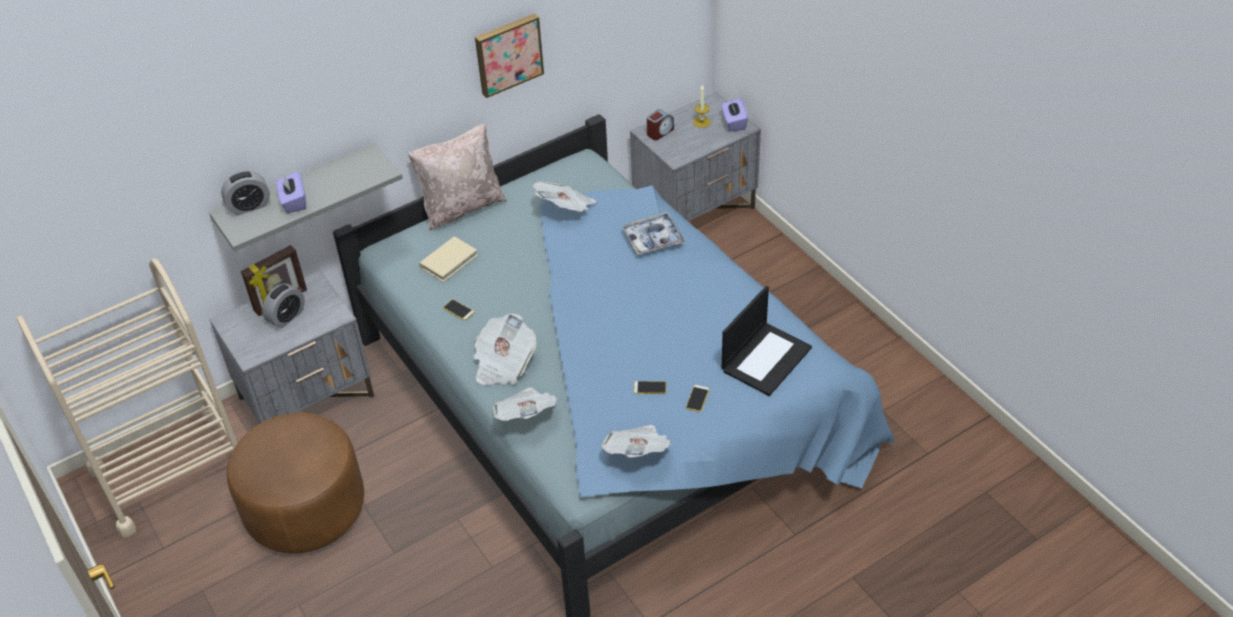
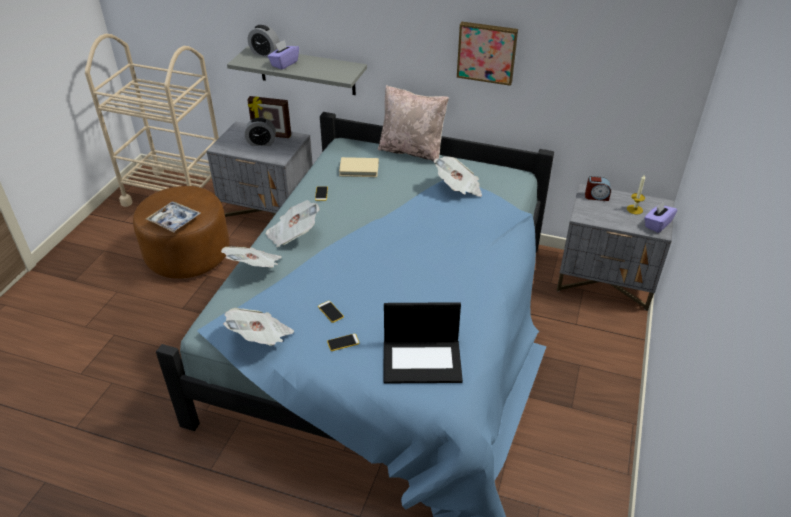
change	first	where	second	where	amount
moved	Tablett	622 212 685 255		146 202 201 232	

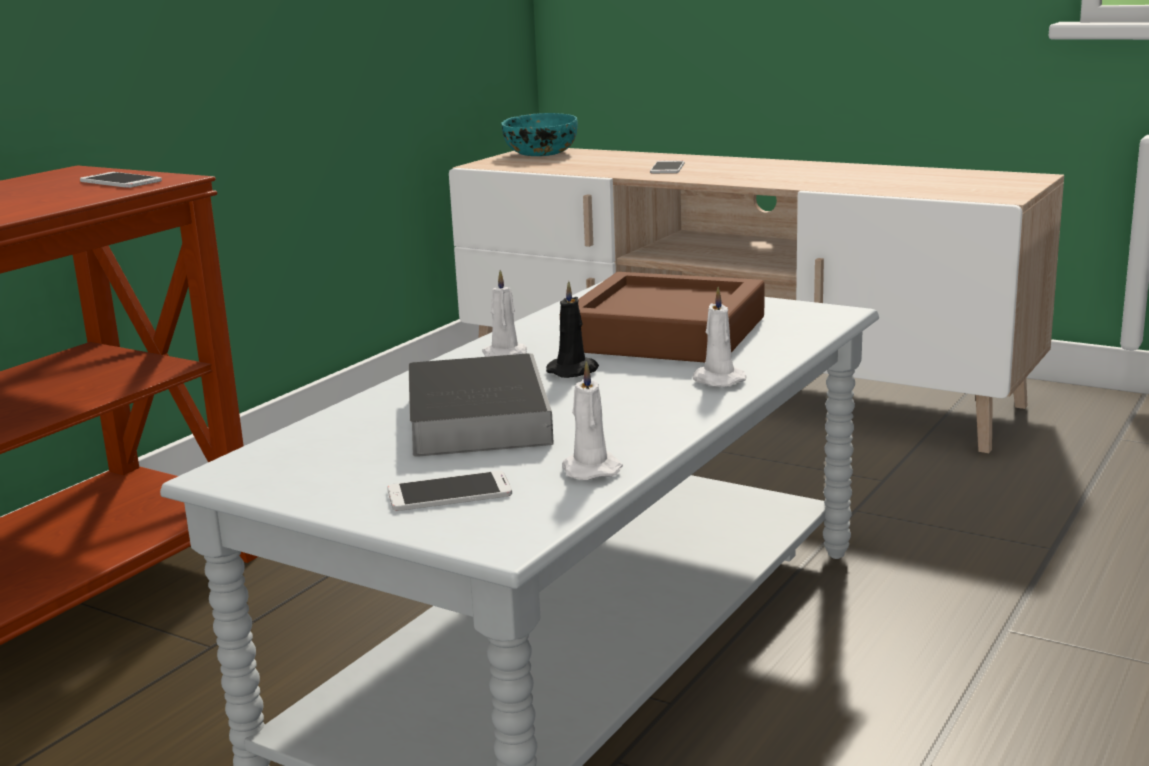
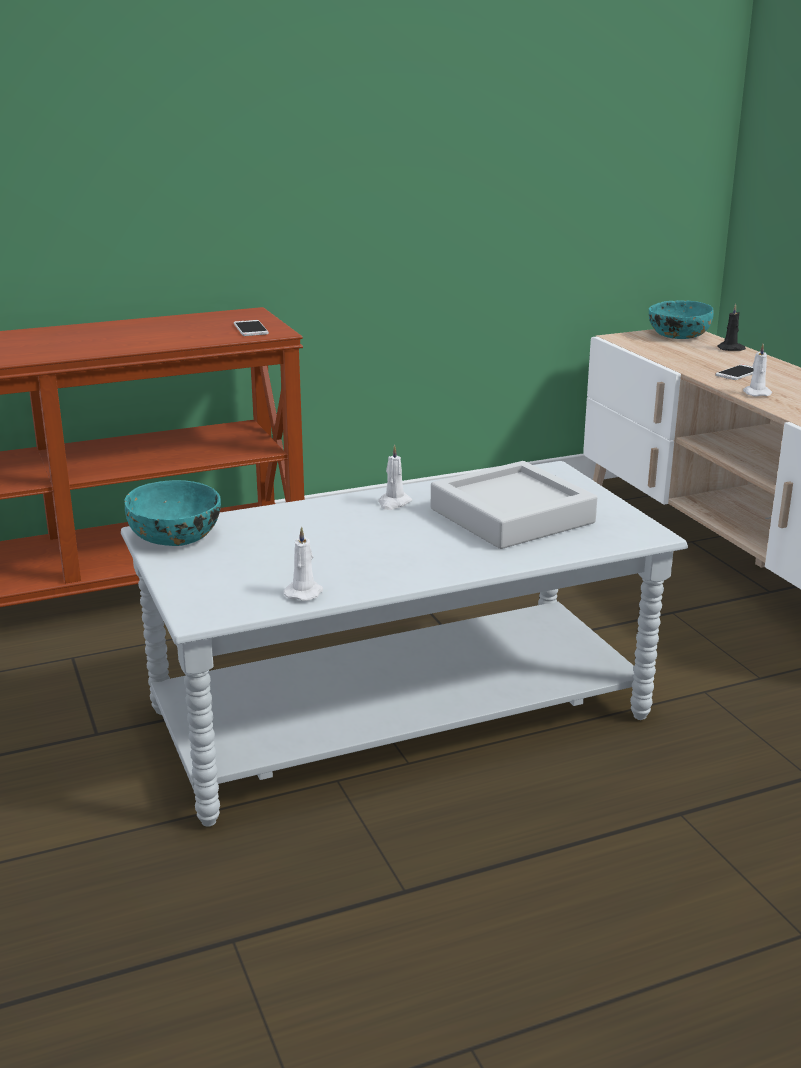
change	first	where	second	where	amount
removed	Handy	387 471 512 511			
removed	Buch	409 353 554 457			
moved	Kerze [schwarz]	546 281 599 378		717 304 746 351	
recoloured	Tablett [braun]	578 272 765 362	Tablett [grau]	431 461 597 549	
moved	Kerze [weiß]	693 287 746 387		743 344 772 397	
added			Schüssel [türkis]	124 480 221 546	

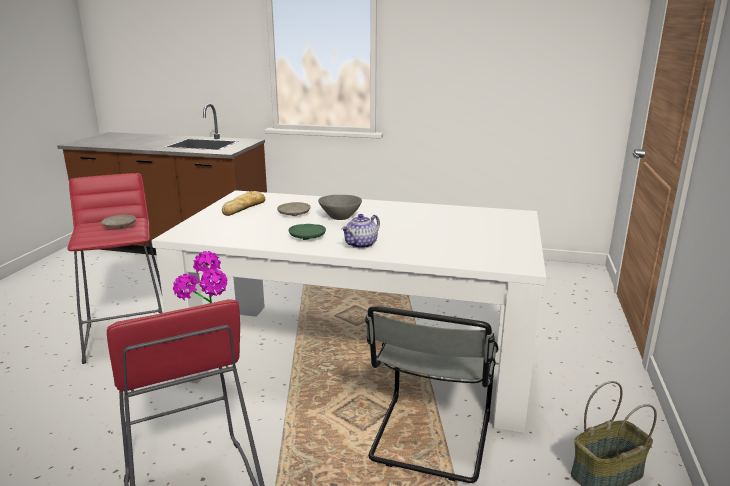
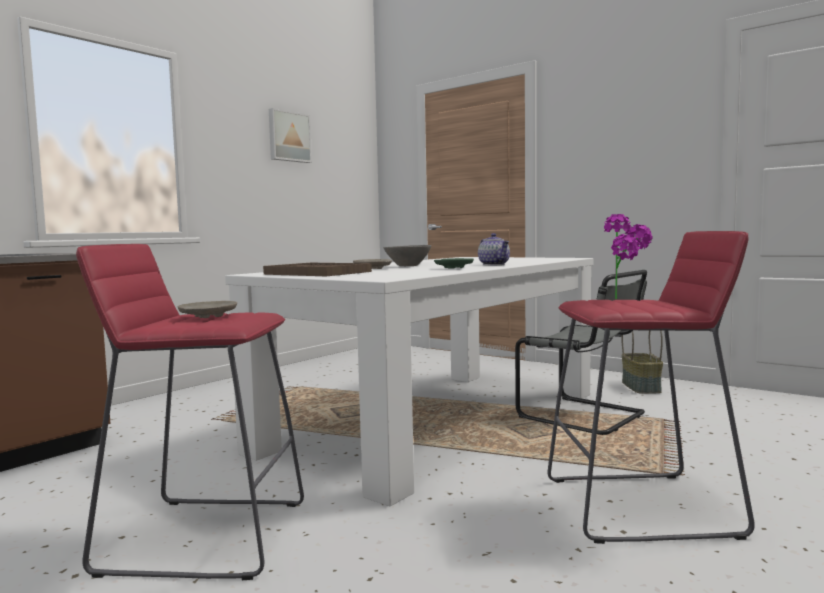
change	first	where	second	where	amount
replaced	Brot	222 191 265 216	Tablett [braun]	263 263 372 276	
added			Bild	269 108 312 163	

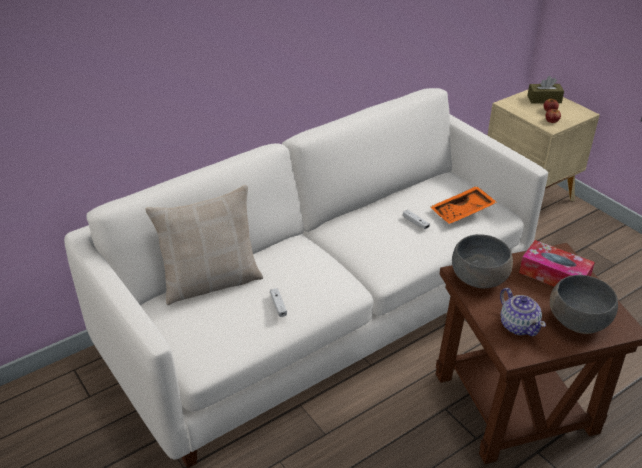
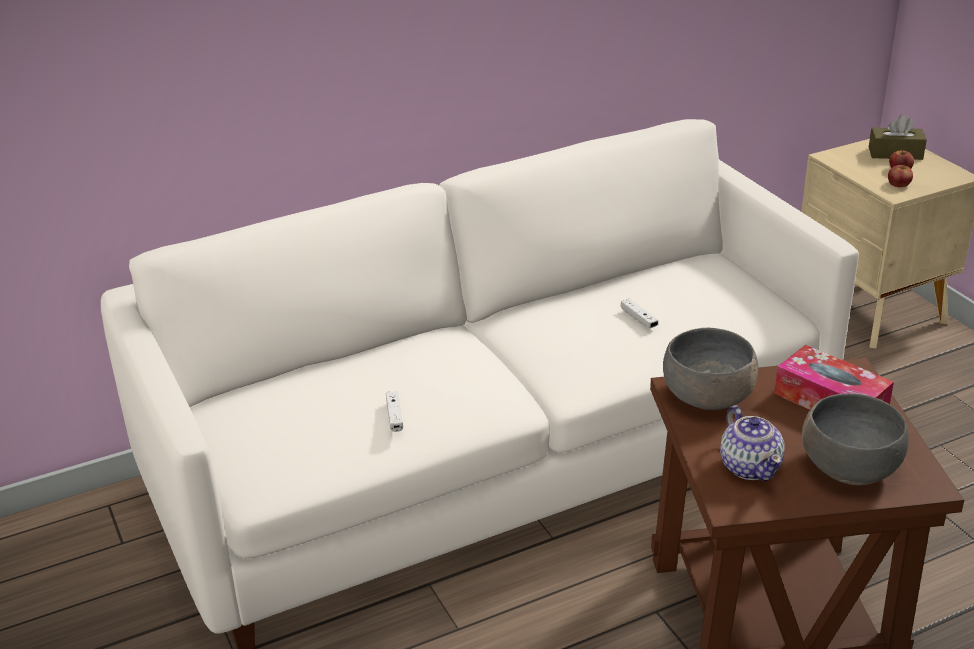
change	first	where	second	where	amount
removed	Kissen [beige]	145 185 263 305			
removed	Tablett [orange]	430 186 497 224			

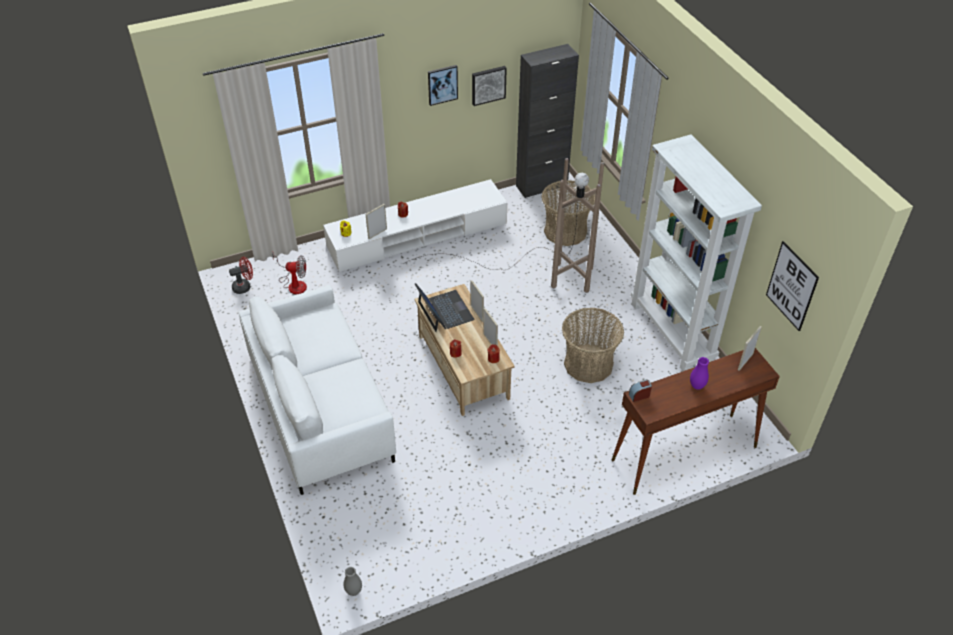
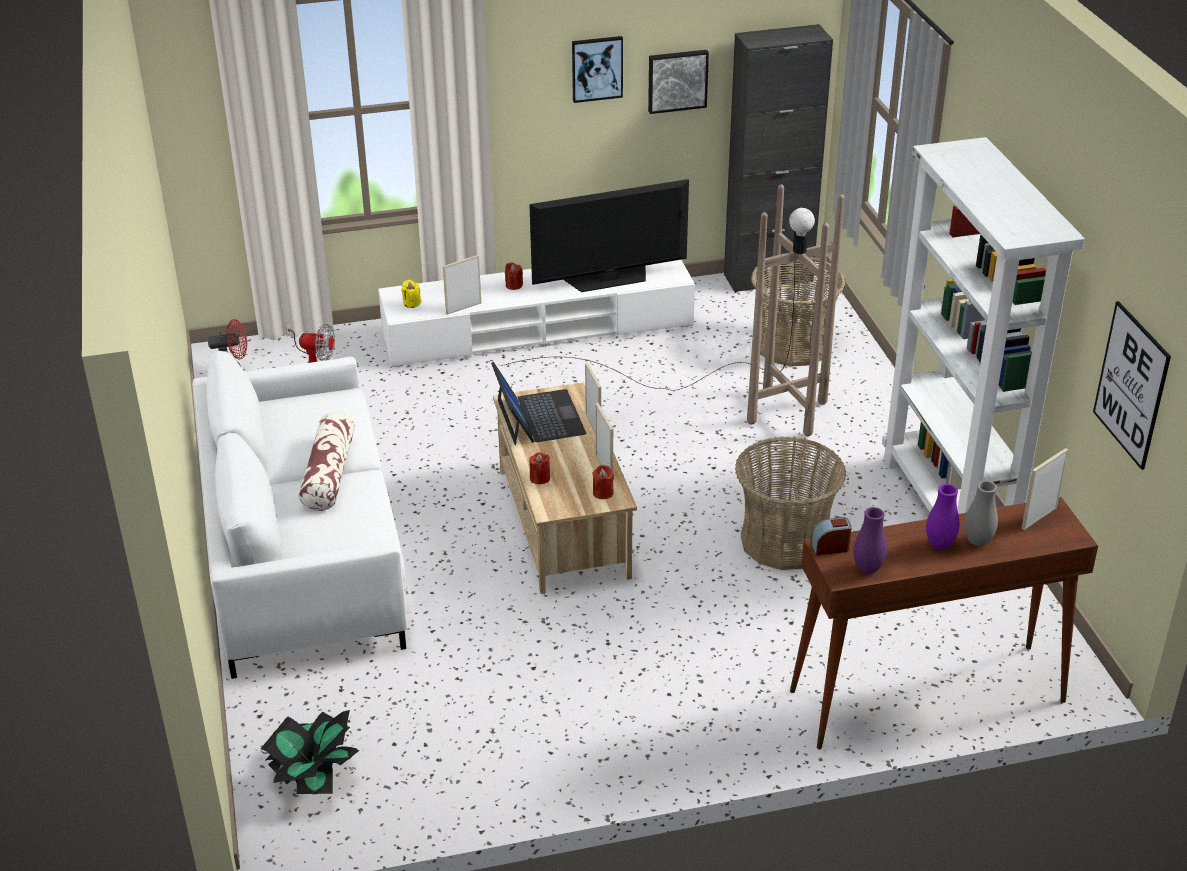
change	first	where	second	where	amount
moved	Vase [grau]	343 567 362 596		964 481 998 546	
added			Topfpflanze	261 710 360 794	
added			Kissen	298 412 355 511	
added			Fernseher	529 179 689 292	
added			Vase [lila]	853 507 887 573	

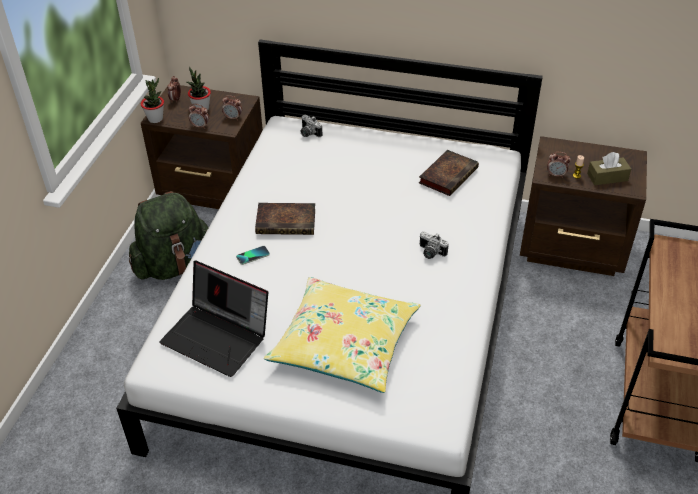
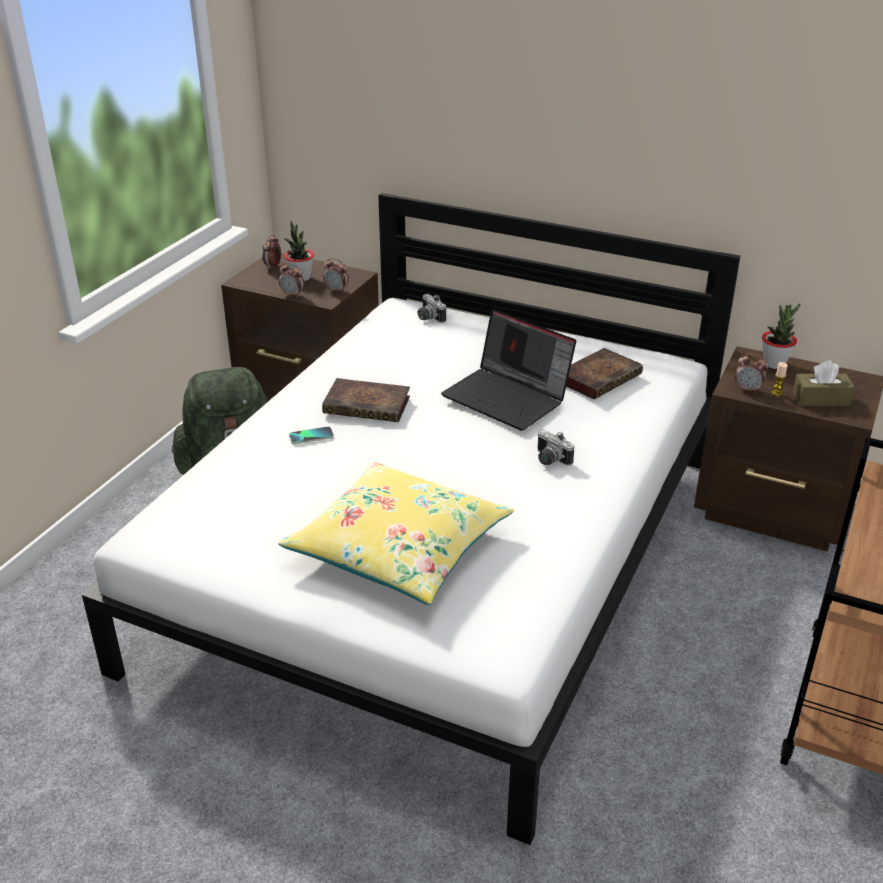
change	first	where	second	where	amount
moved	Topfpflanze	141 78 164 123		762 303 800 369	
moved	Laptop	159 261 268 377		441 309 576 431	

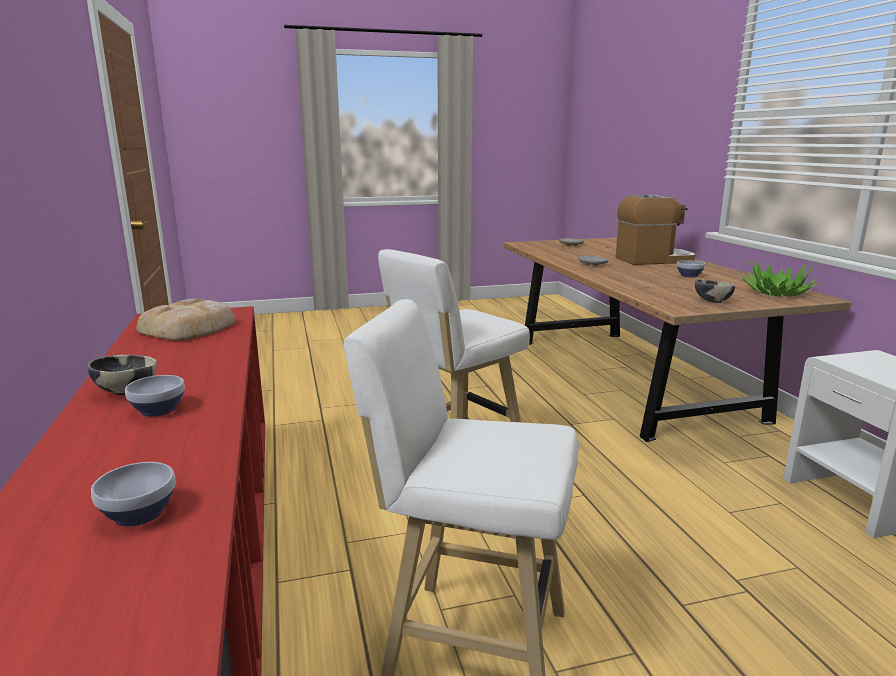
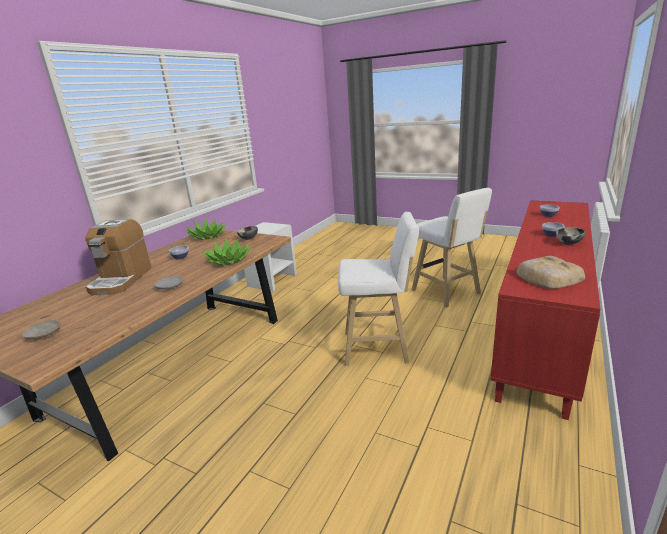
change	first	where	second	where	amount
turned	Kaffeemaschine	616 195 695 265		85 219 152 295	120 degrees counterclockwise
added			Topfpflanze	201 238 252 266	

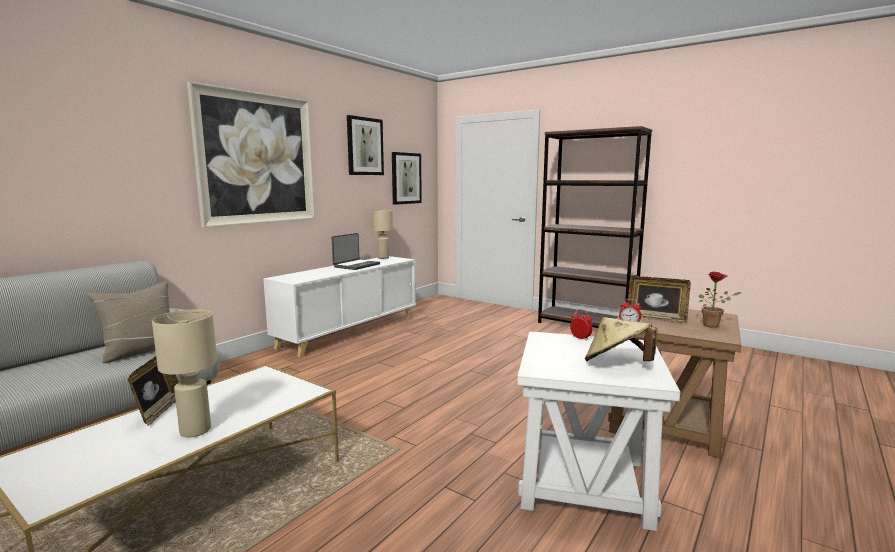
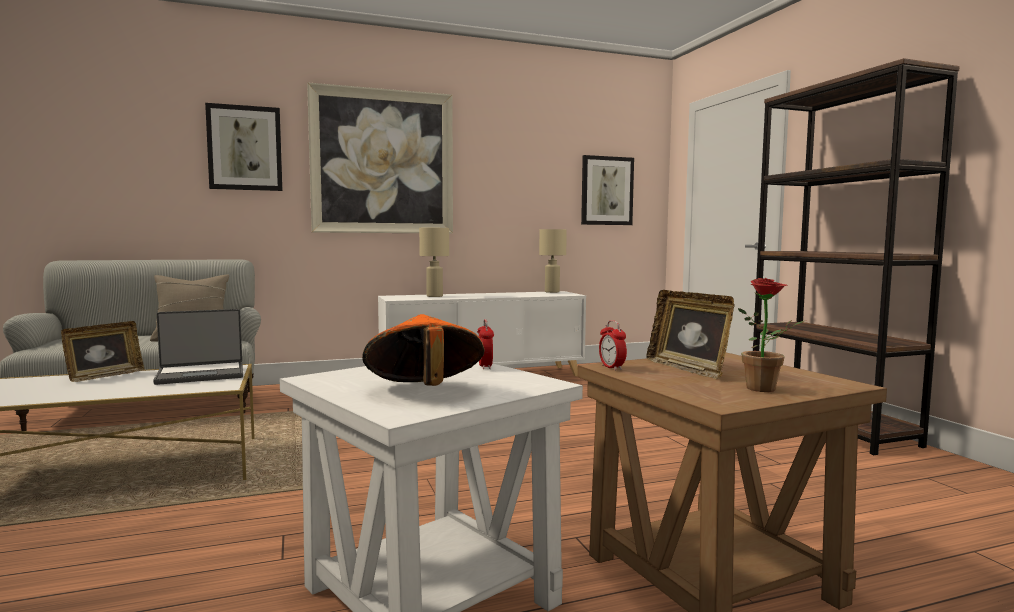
change	first	where	second	where	amount
moved	Tischlampe [beige]	152 309 217 437		419 228 449 297	
moved	Laptop	332 233 380 270		153 309 243 385	
moved	Bild	347 115 384 175		205 103 282 191	
recoloured	Hut [beige]	585 317 658 361	Hut [orange]	362 314 485 386	

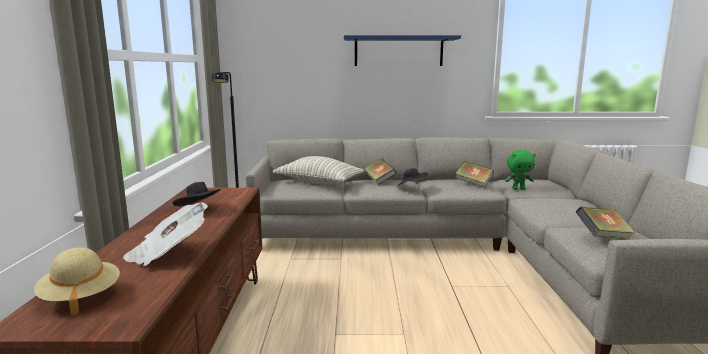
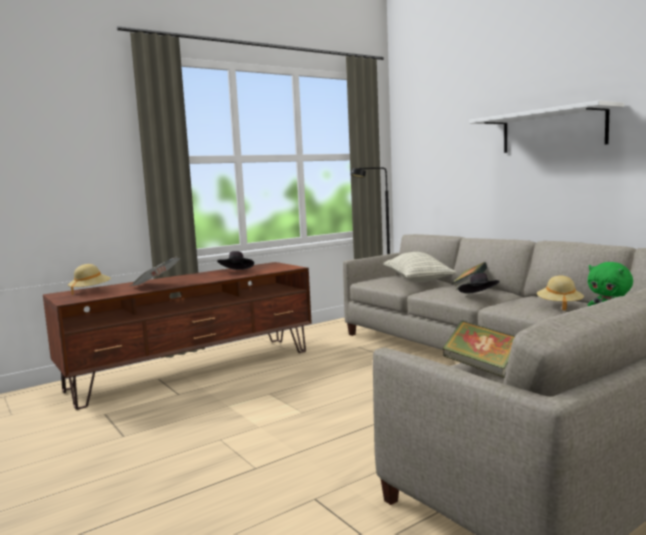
change	first	where	second	where	amount
recoloured	Wandregal [blau]	344 35 461 66	Wandregal [weiß]	469 101 624 153	
replaced	Buch	455 161 494 188	Hut [beige]	537 276 584 311	

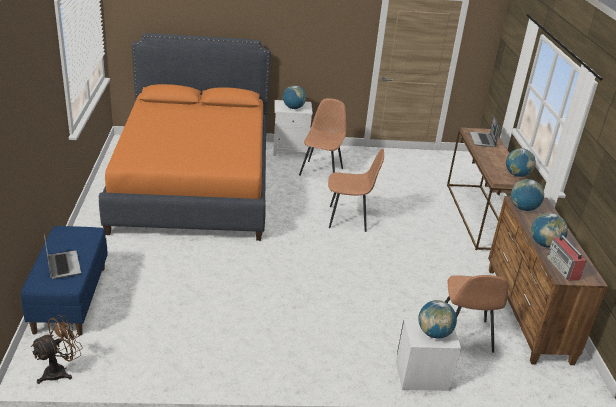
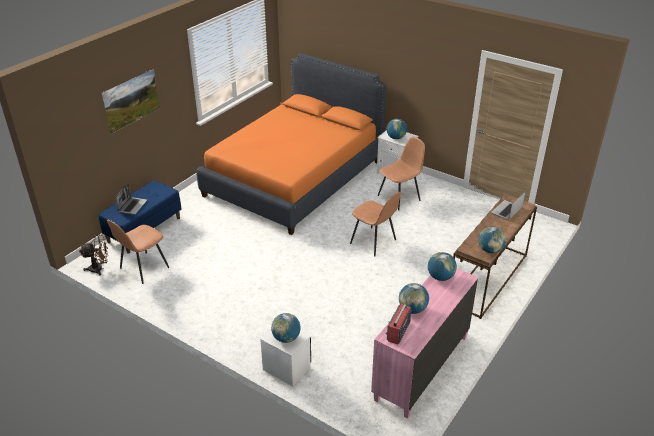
change	first	where	second	where	amount
moved	Stuhl [braun]	445 275 508 353		107 219 169 284	
recoloured	Kommode [braun]	488 196 608 365	Kommode [rosa]	371 269 478 419	
added			Bild	102 69 160 134	

